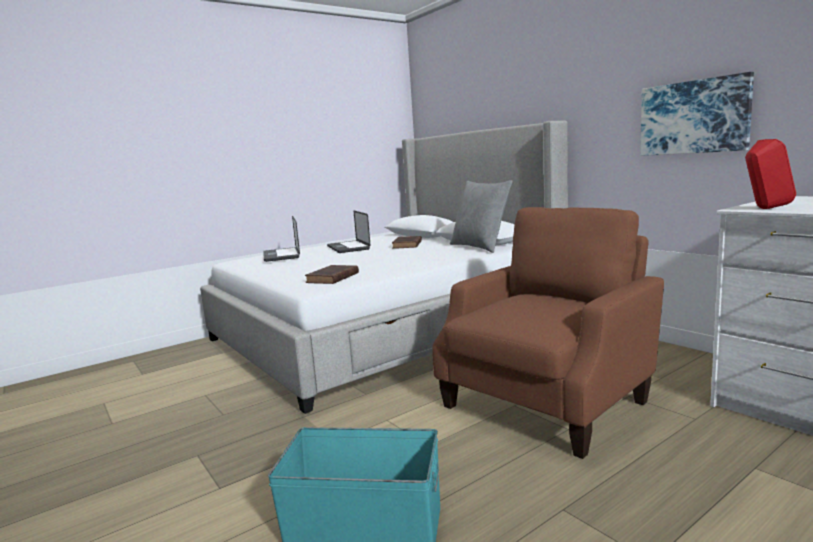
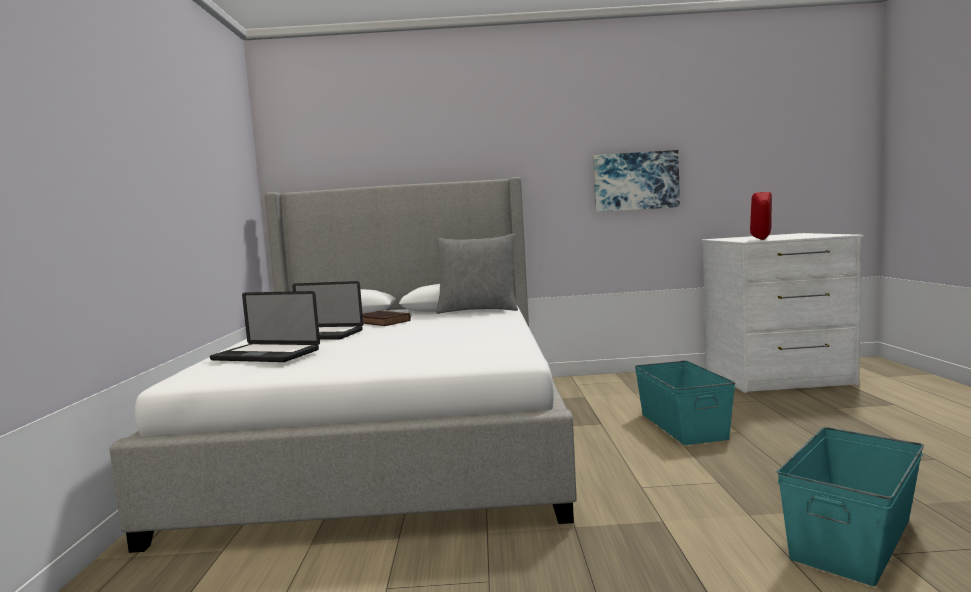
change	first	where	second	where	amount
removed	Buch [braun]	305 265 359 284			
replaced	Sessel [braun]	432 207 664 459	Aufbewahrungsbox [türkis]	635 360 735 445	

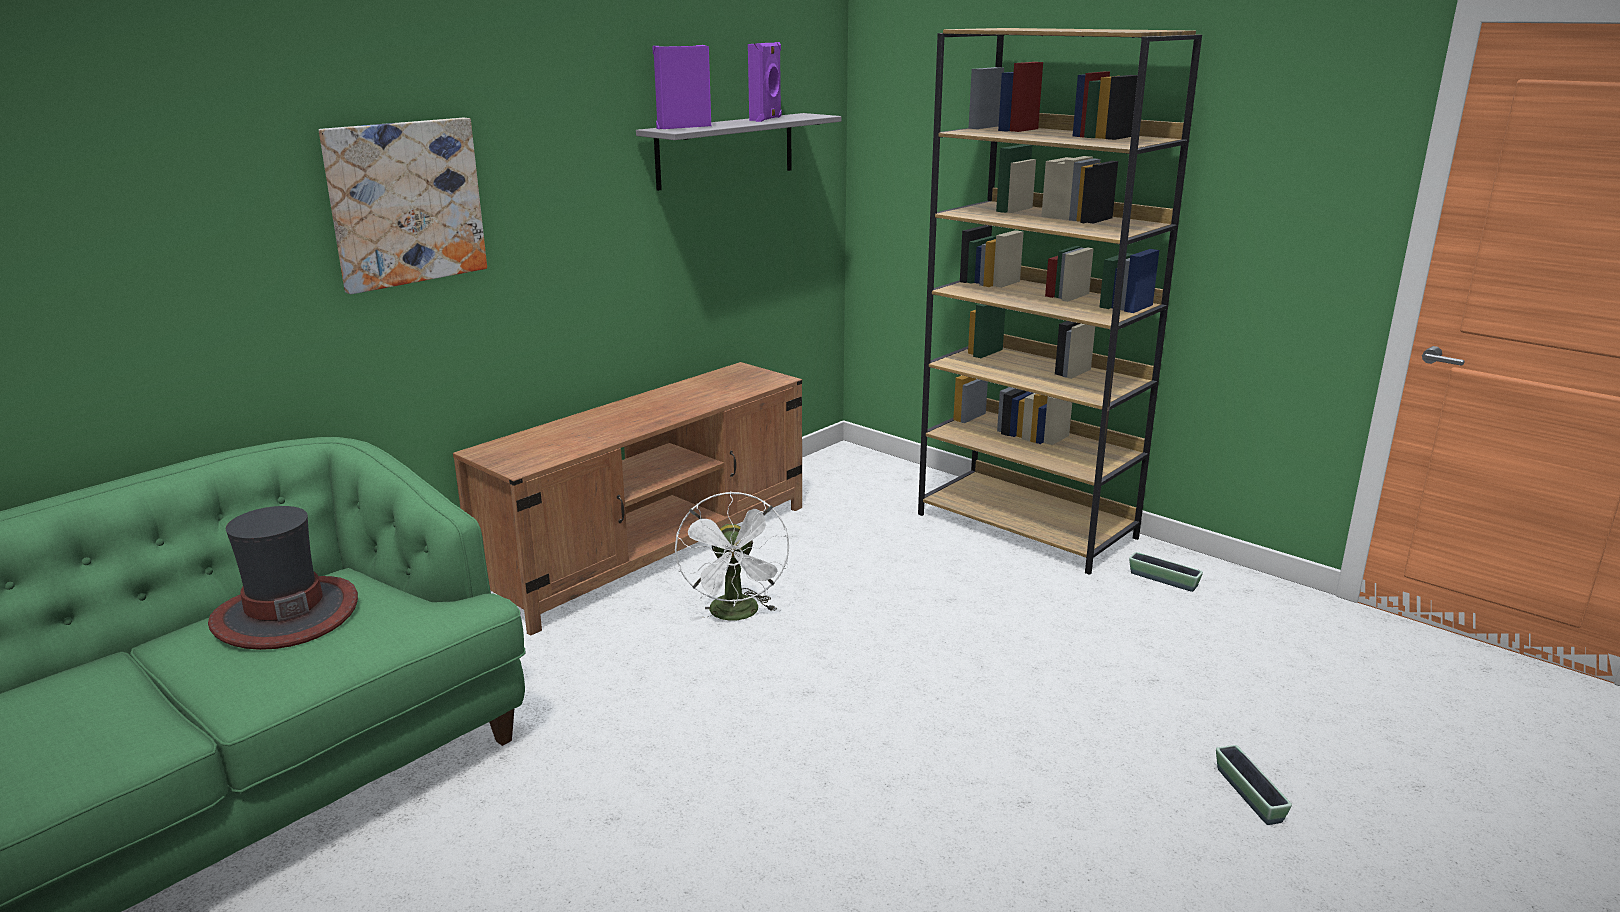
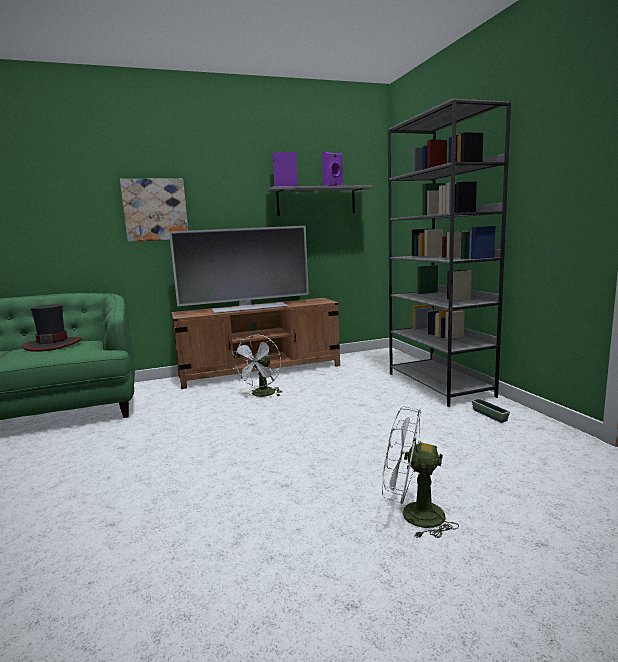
change	first	where	second	where	amount
recoloured	Bücherregal [braun]	918 28 1202 575	Bücherregal [grau]	388 99 511 407	
replaced	Pflanzkübel	1216 745 1292 825	Ventilator [weiß]	382 406 459 538	
added			Fernseher	169 226 309 313	

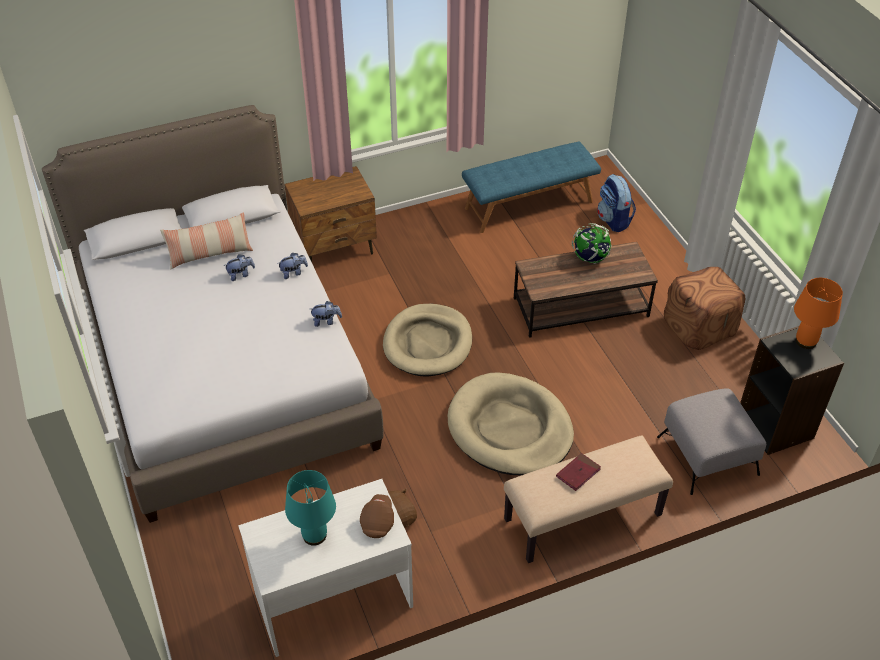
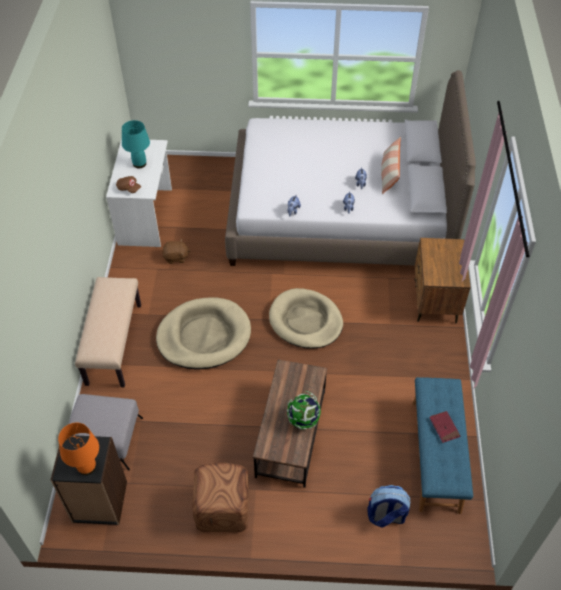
change	first	where	second	where	amount
moved	Buch [rot]	556 453 601 491		429 411 460 443	

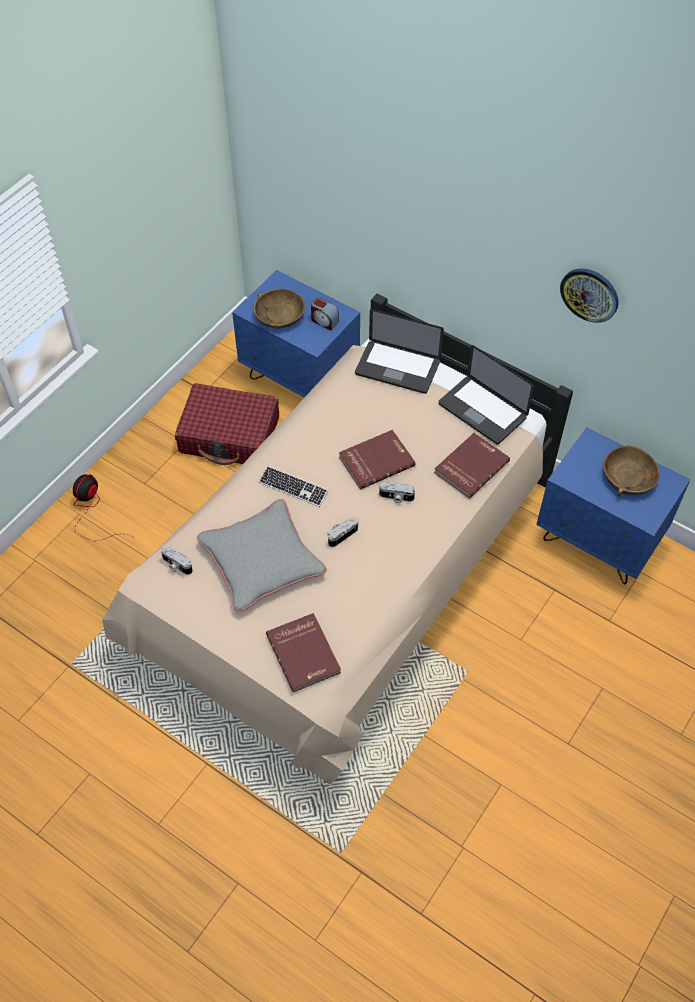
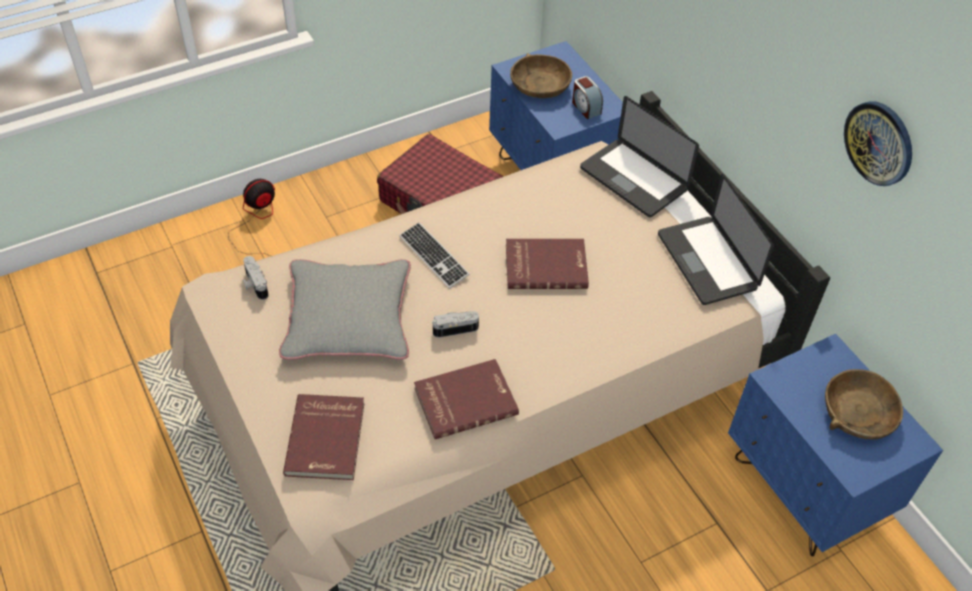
change	first	where	second	where	amount
removed	Kamera	379 482 415 503			
moved	Buch [rot]	434 433 510 498		414 359 519 439	

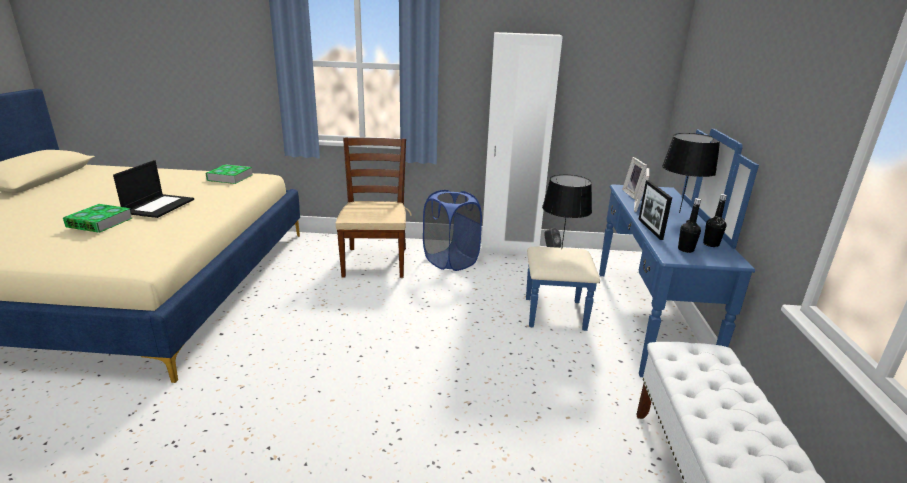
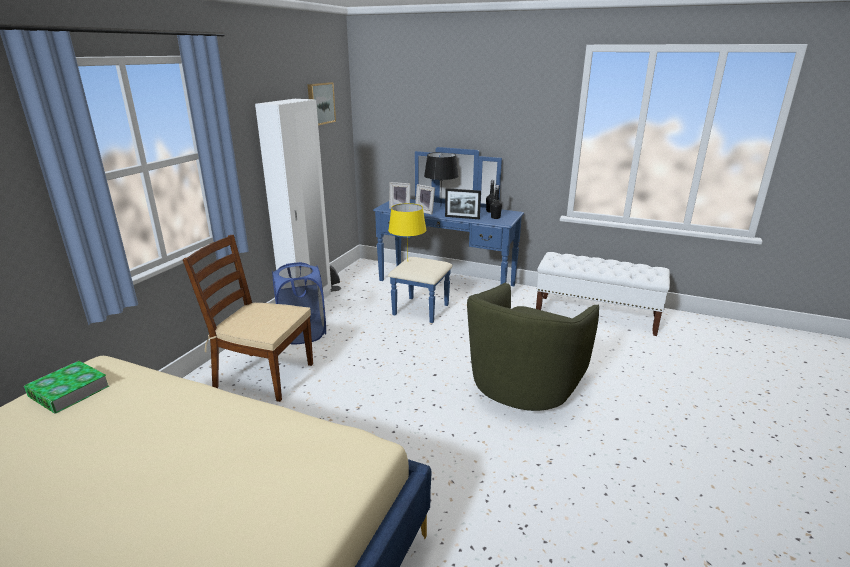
change	first	where	second	where	amount
removed	Buch	63 204 132 233			
removed	Laptop	113 160 194 218			
recoloured	Tischlampe [schwarz]	542 174 592 246	Tischlampe [gelb]	388 203 426 253	
added			Bild	307 82 336 125	
added			Sessel [grün]	467 283 599 411	

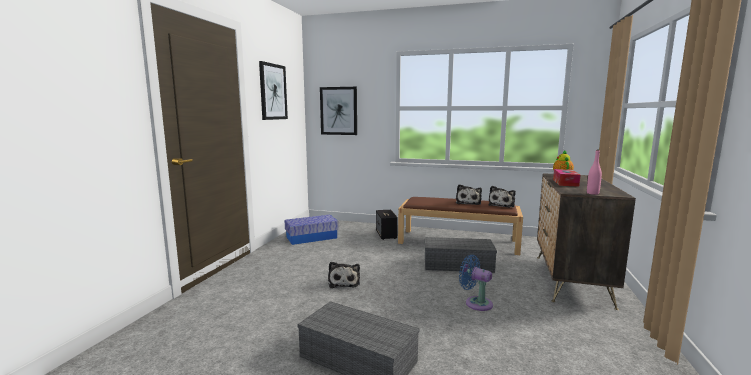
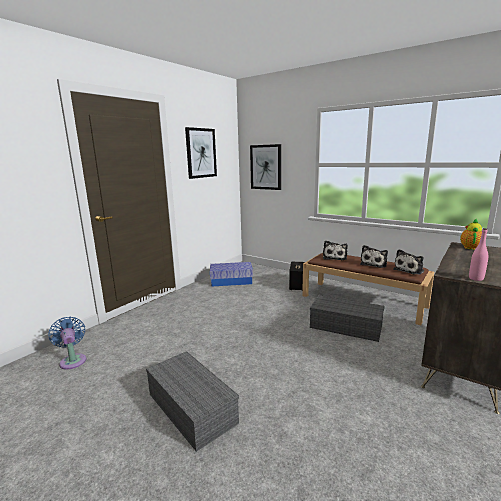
change	first	where	second	where	amount
moved	Plüschtier	328 262 360 288		323 241 348 260	
moved	Ventilator [blau]	459 255 493 311		48 317 86 370	
removed	Taschentuchbox	553 169 580 187			

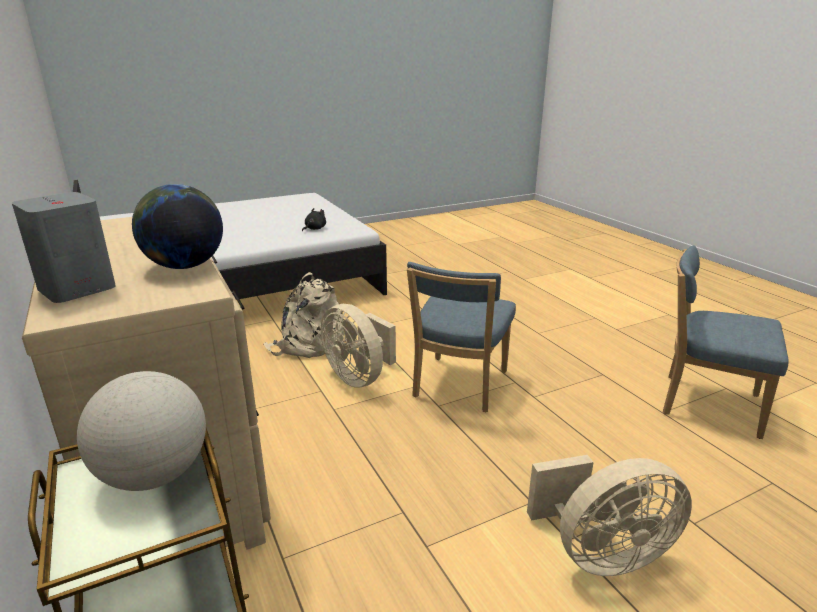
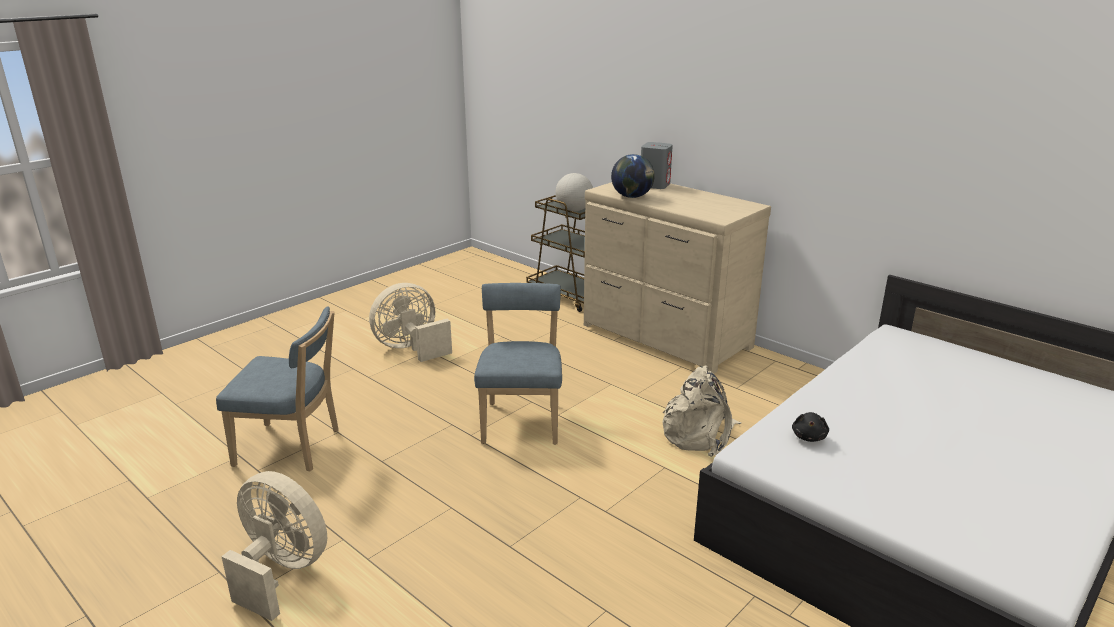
change	first	where	second	where	amount
moved	Ventilator [beige]	321 304 396 388		221 471 327 621	

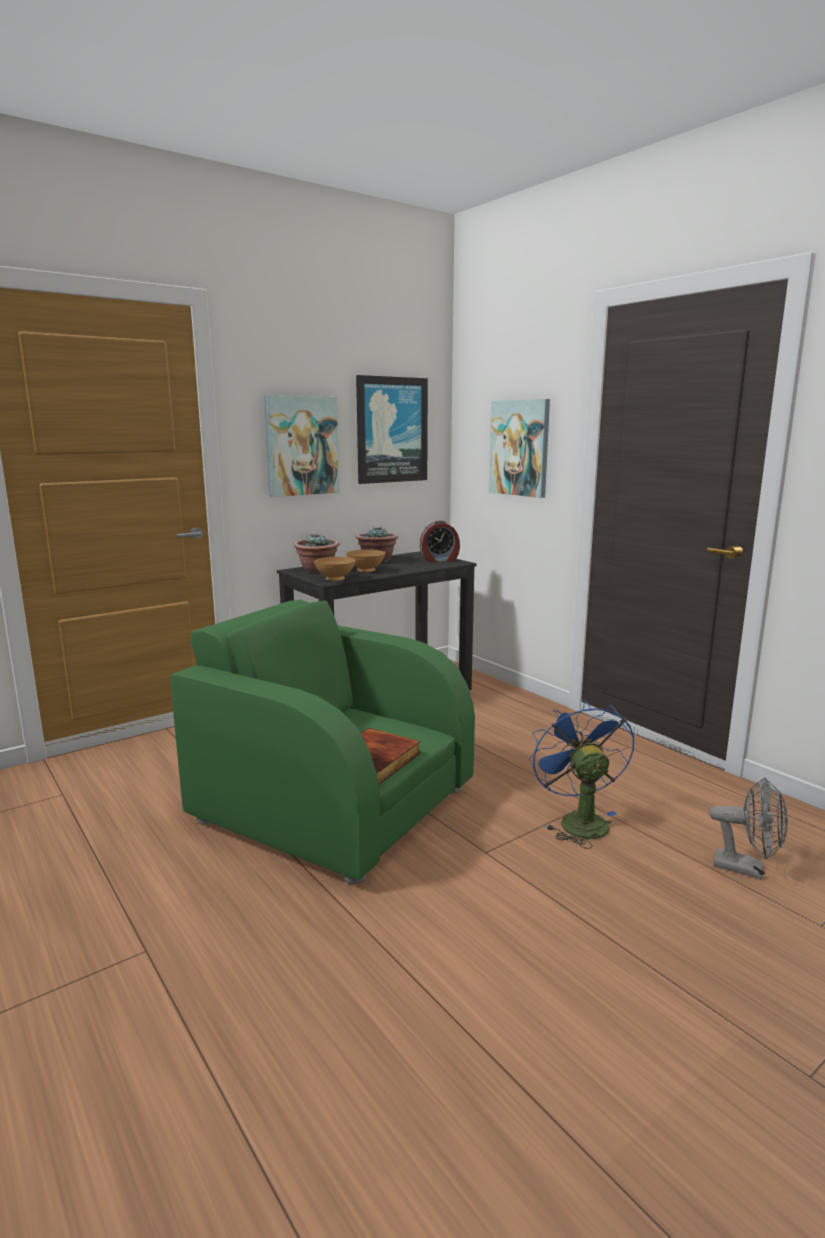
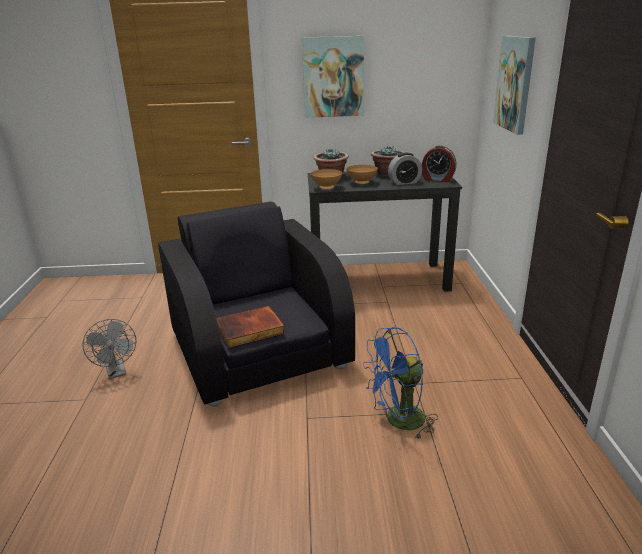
change	first	where	second	where	amount
recoloured	Sessel [grün]	170 600 475 884	Sessel [schwarz]	158 202 355 407	
removed	Bild	356 375 428 484			
turned	Ventilator [blau]	529 699 634 849		363 327 438 440	135 degrees counterclockwise
moved	Ventilator [grau]	709 777 788 880		82 319 136 379	
added			Wecker	388 153 422 185	

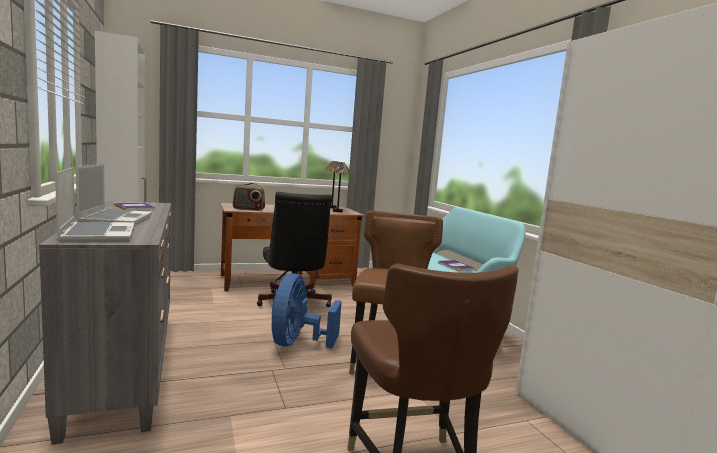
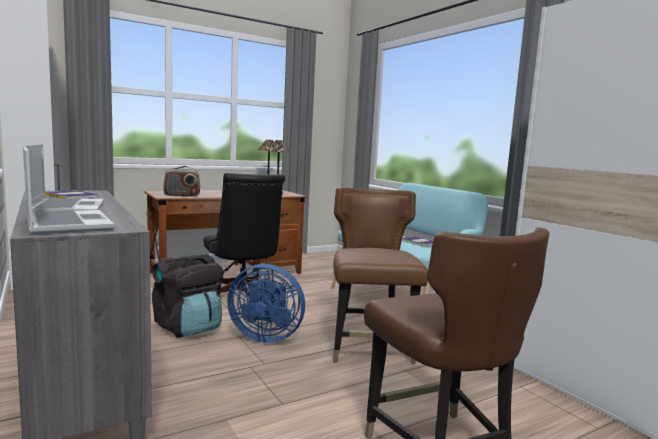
change	first	where	second	where	amount
turned	Ventilator [blau]	271 274 342 348		227 264 305 343	75 degrees counterclockwise
added			Rucksack [schwarz]	152 254 223 338	

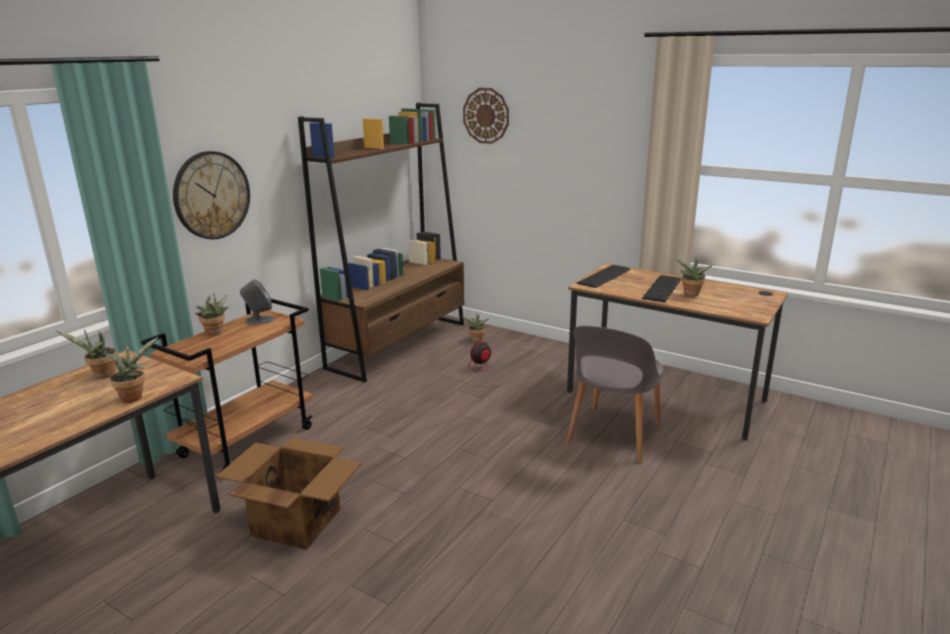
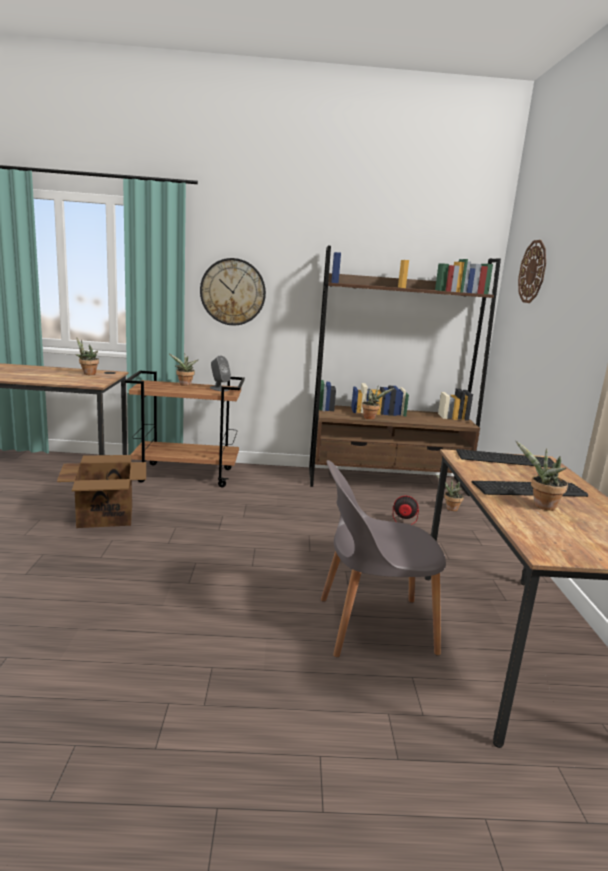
change	first	where	second	where	amount
moved	Topfpflanze	105 337 158 403		362 387 394 420	

